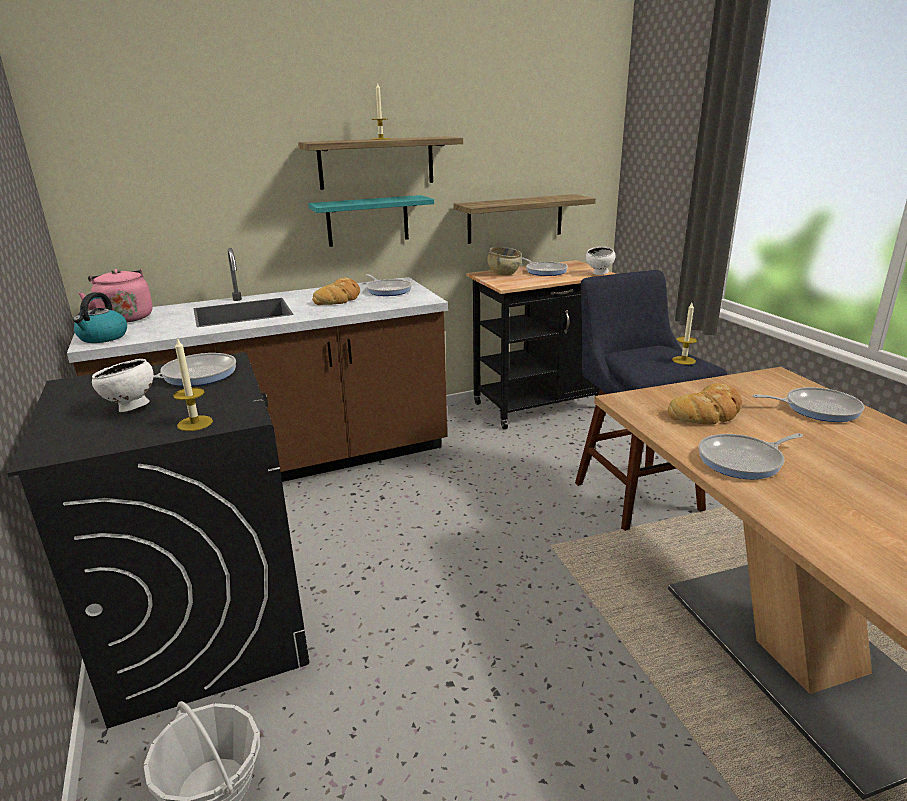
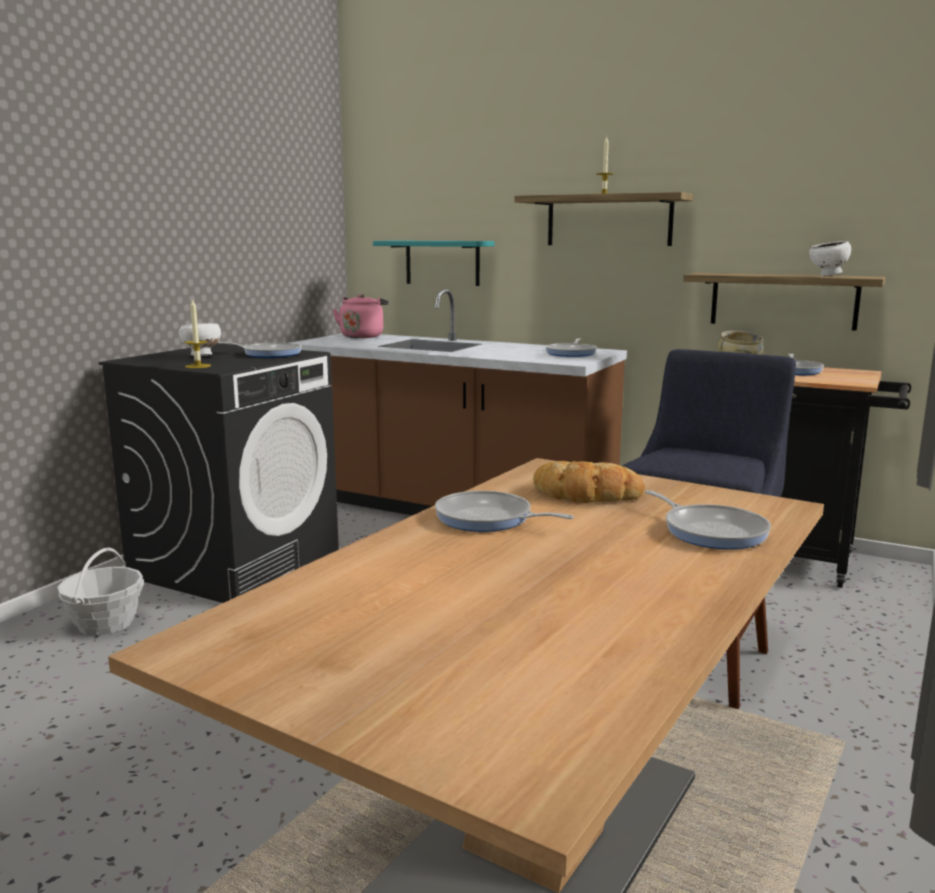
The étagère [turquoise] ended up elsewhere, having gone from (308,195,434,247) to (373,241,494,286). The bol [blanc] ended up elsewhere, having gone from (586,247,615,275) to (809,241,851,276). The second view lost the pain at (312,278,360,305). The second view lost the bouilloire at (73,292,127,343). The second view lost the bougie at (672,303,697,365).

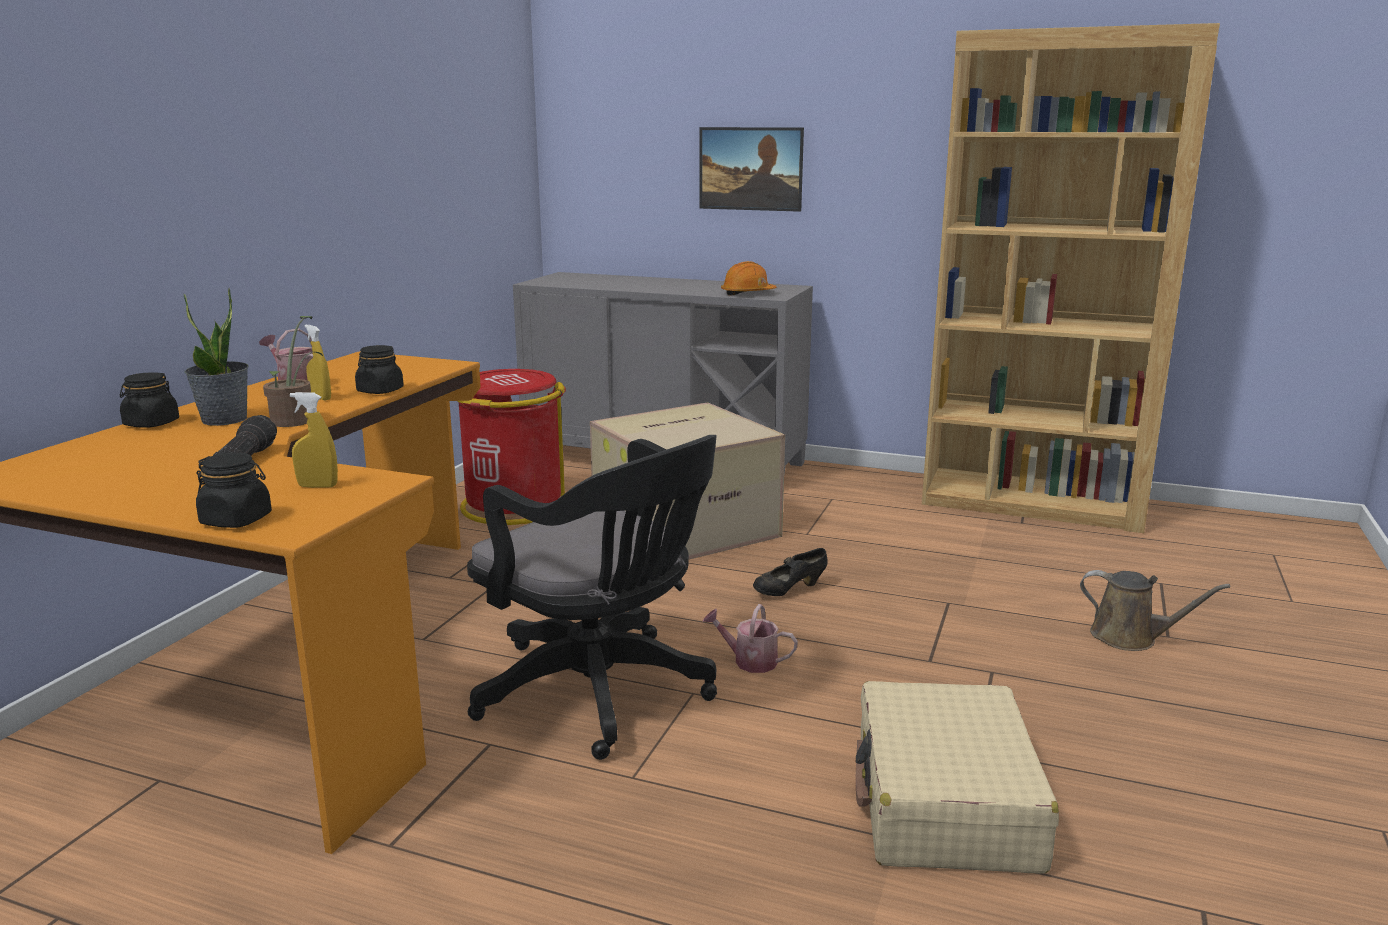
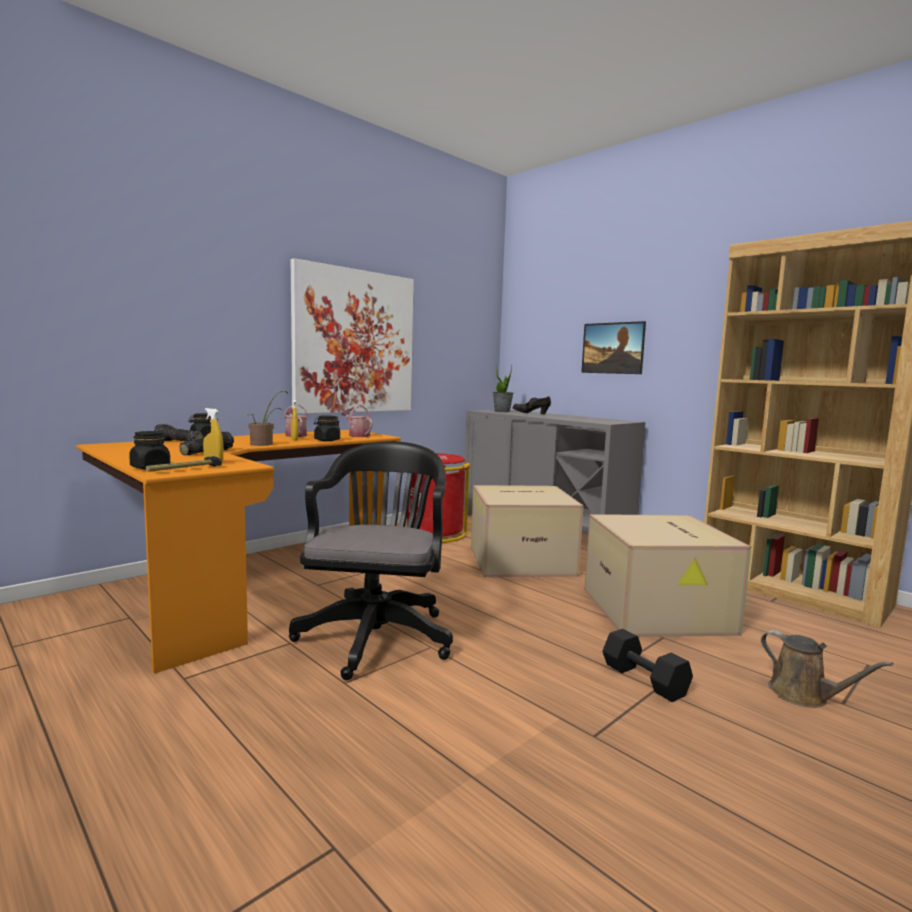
The second view lost the casque de chantier [orange] at (721,261,777,295). The plante en pot ended up elsewhere, having gone from (184,288,249,426) to (493,365,513,412). The chaise de bureau [noir] at (467,435,717,760) ended up facing another way, 150 degrees counterclockwise from before. The chaussure [noir] ended up elsewhere, having gone from (753,548,828,596) to (513,396,551,414). The arrosoir ended up elsewhere, having gone from (703,604,798,673) to (342,406,373,437). The second view lost the valise [beige] at (856,681,1059,874). The second view gained the tableau at (291,258,414,414). The second view gained the lampe de poche at (154,424,204,441). The second view gained the marteau at (146,456,222,472). The second view gained the carton at (585,514,751,637). The second view gained the haltère [noir] at (603,629,693,702).

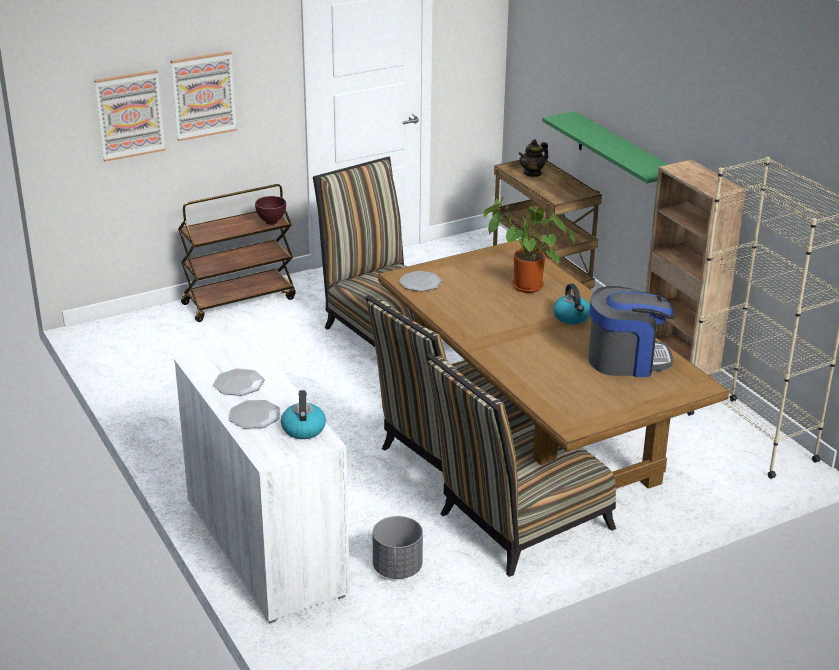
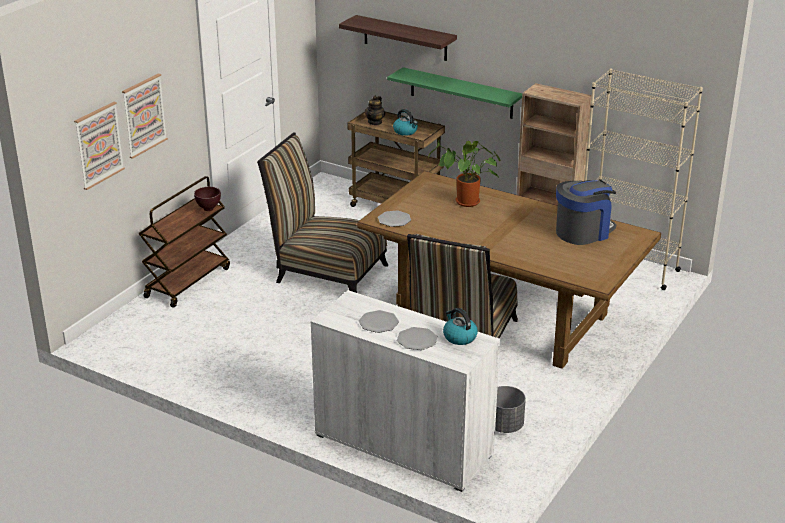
The bouilloire ended up elsewhere, having gone from (553,284,590,324) to (393,109,418,136). The second view lost the chaise at (427,354,616,577). The second view gained the étagère at (339,15,457,61).

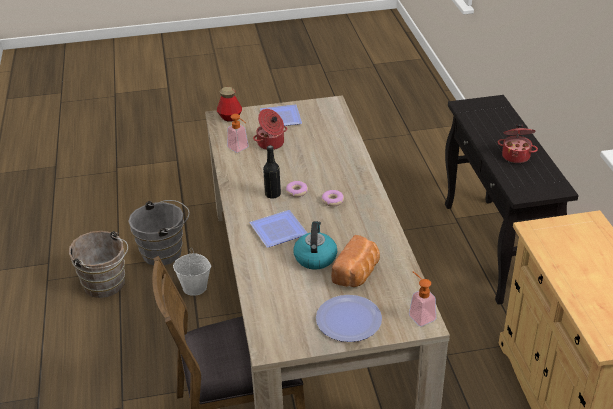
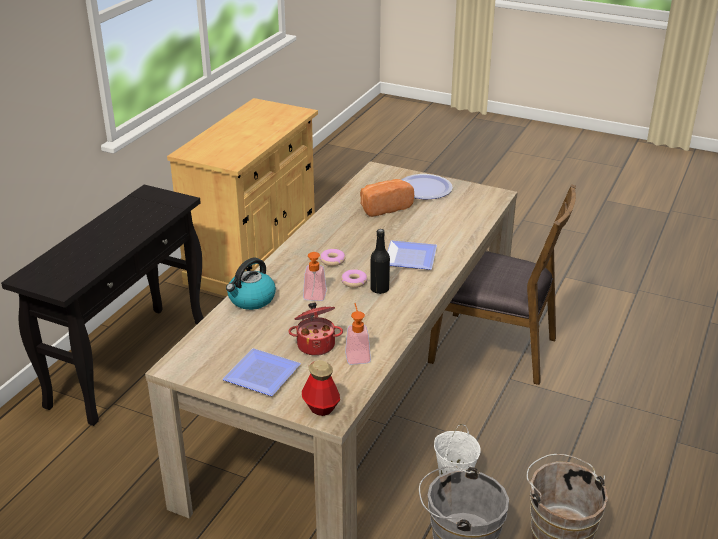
The second view lost the marmite at (498,124,538,163). The bouilloire ended up elsewhere, having gone from (293,221,337,270) to (226,258,276,310). The distributeur de savon ended up elsewhere, having gone from (409,272,436,327) to (303,252,327,301).

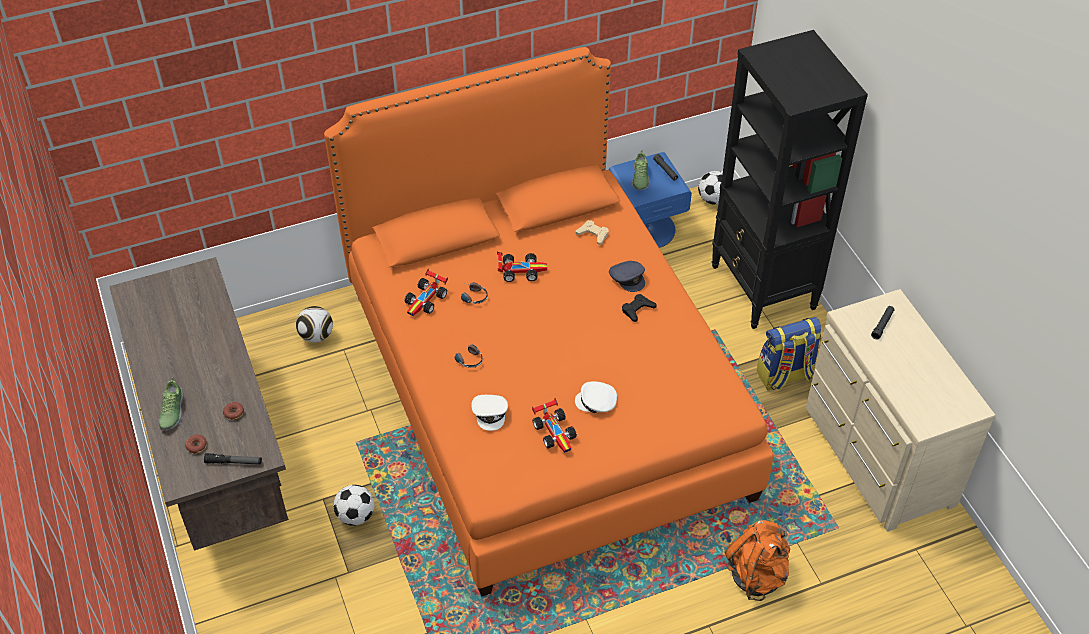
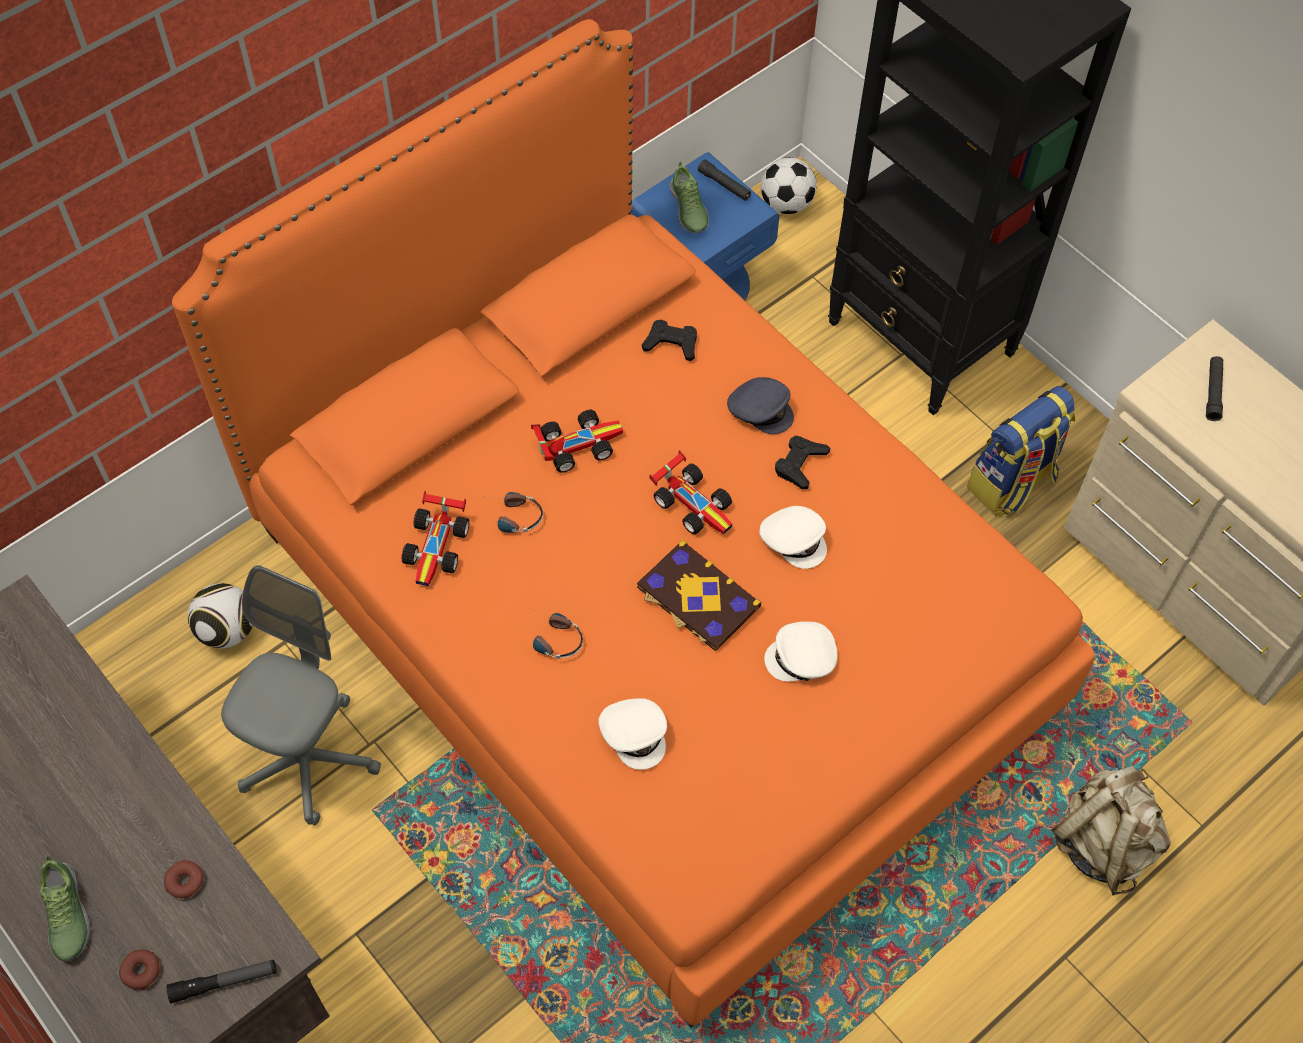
What was the manette [beige] at (576,220,609,245) turned into the manette [noir] at (642,319,697,362). The petite voiture ended up elsewhere, having gone from (532,398,577,453) to (650,450,732,534). The second view lost the ballon de foot at (333,485,374,526). What was the sac à dos [orange] at (725,520,790,601) turned into the sac à dos [beige] at (1051,765,1171,896). The second view gained the casquette [blanc] at (759,506,827,569). The second view gained the livre at (637,540,762,651). The second view gained the chaise de bureau [gris] at (221,565,381,826).

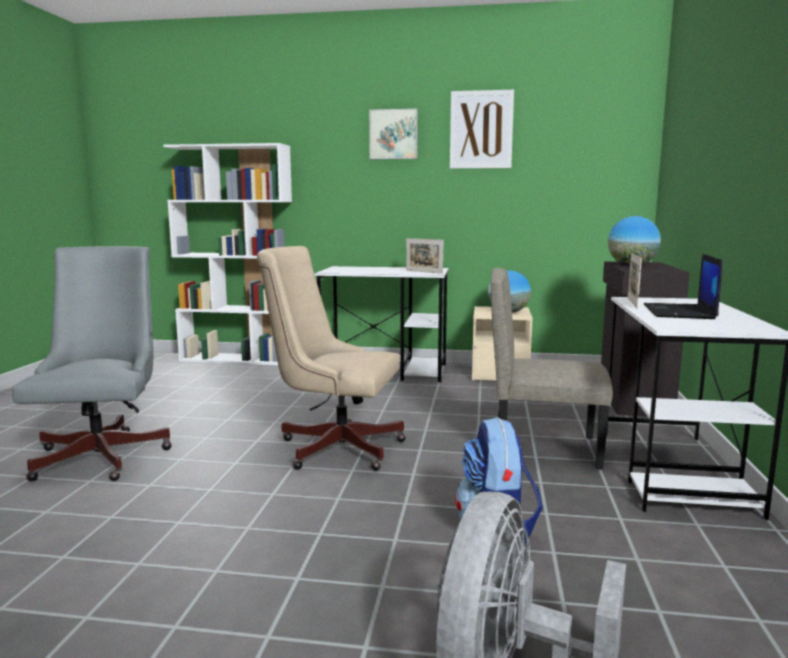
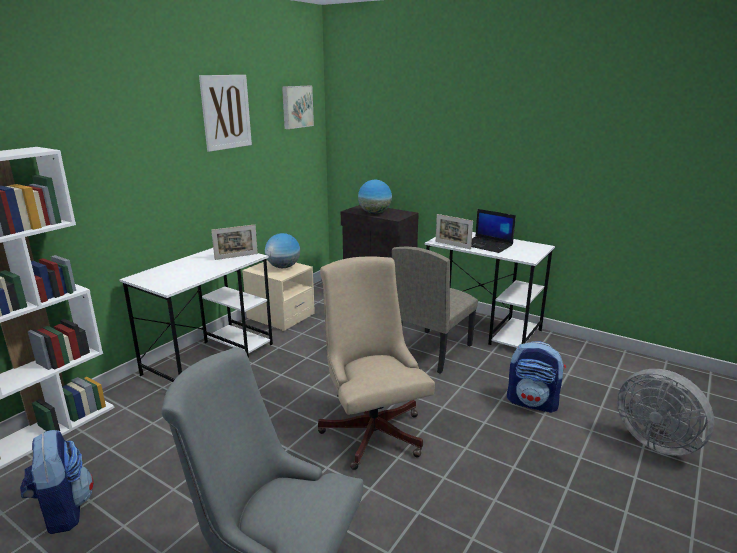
The tableau ended up elsewhere, having gone from (369,109,418,159) to (282,86,314,129). The chaise de bureau [beige] at (257,246,406,470) ended up facing another way, 120 degrees clockwise from before. The second view gained the sac à dos at (20,430,94,534).

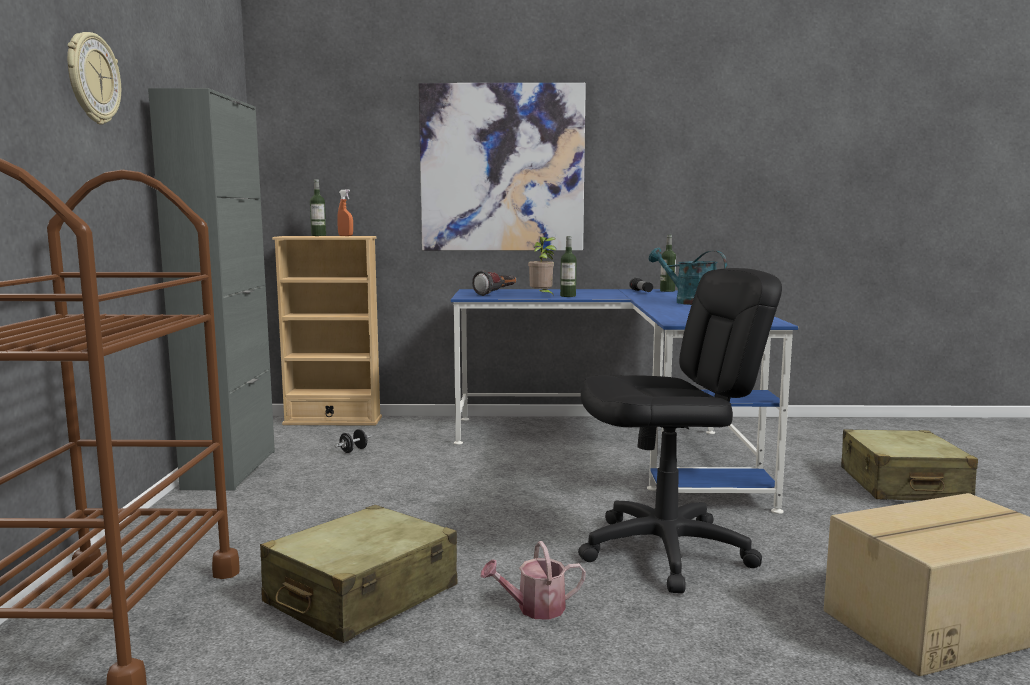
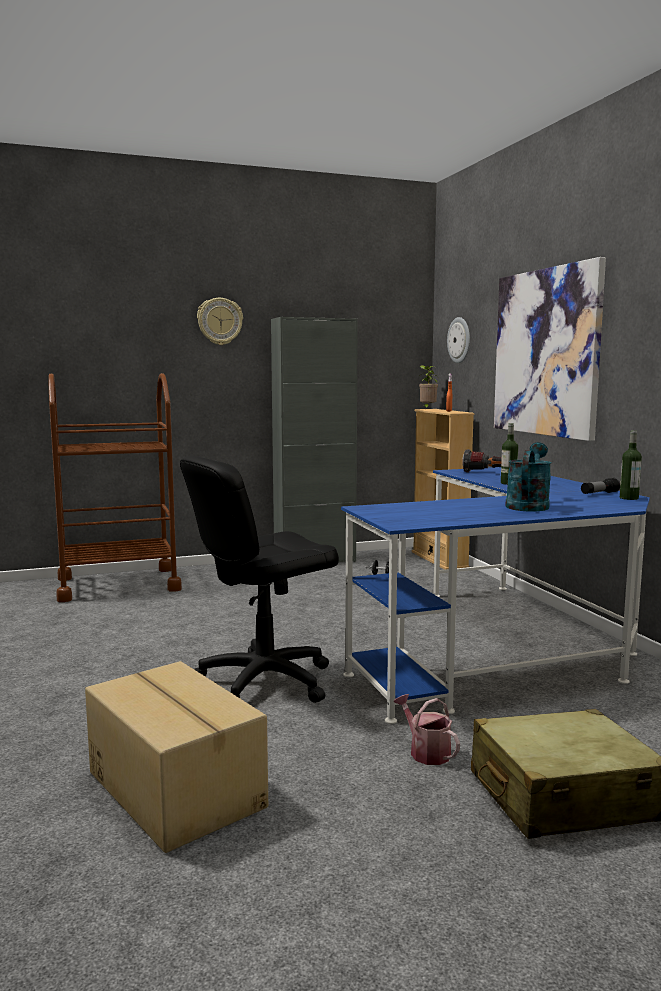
The second view lost the bouteille at (310,179,326,236). The plante en pot ended up elsewhere, having gone from (528,236,556,296) to (419,365,438,409). The chaise de bureau [noir] at (578,268,782,593) ended up facing another way, 90 degrees clockwise from before. The second view lost the valise [beige] at (260,505,457,643). The arrosoir ended up elsewhere, having gone from (481,541,586,620) to (394,694,460,765). The second view gained the horloge murale at (447,317,470,363).

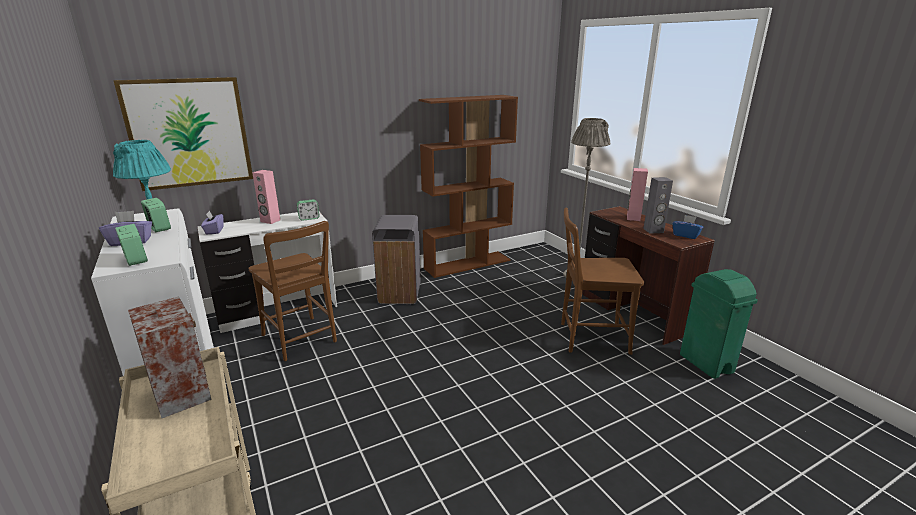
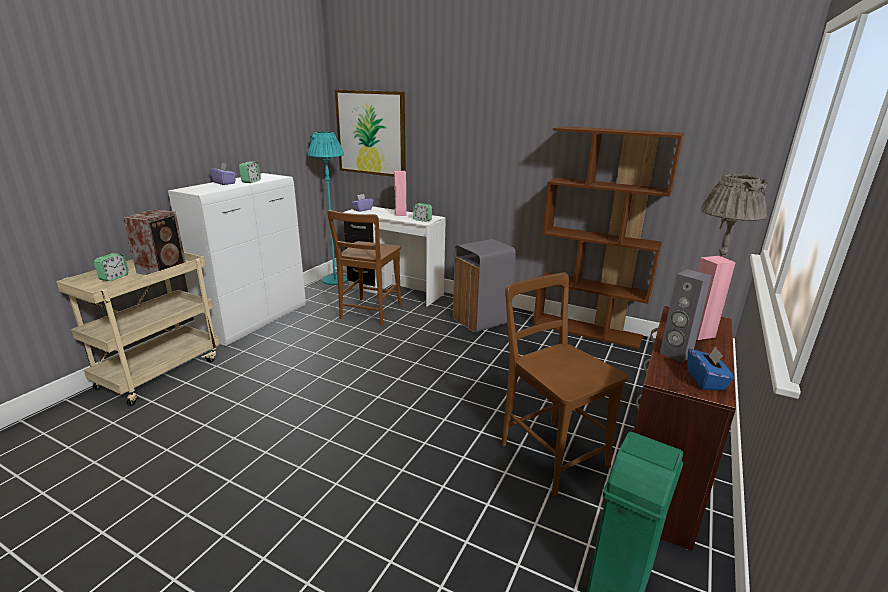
The réveil ended up elsewhere, having gone from (115,224,148,266) to (94,253,129,281).

